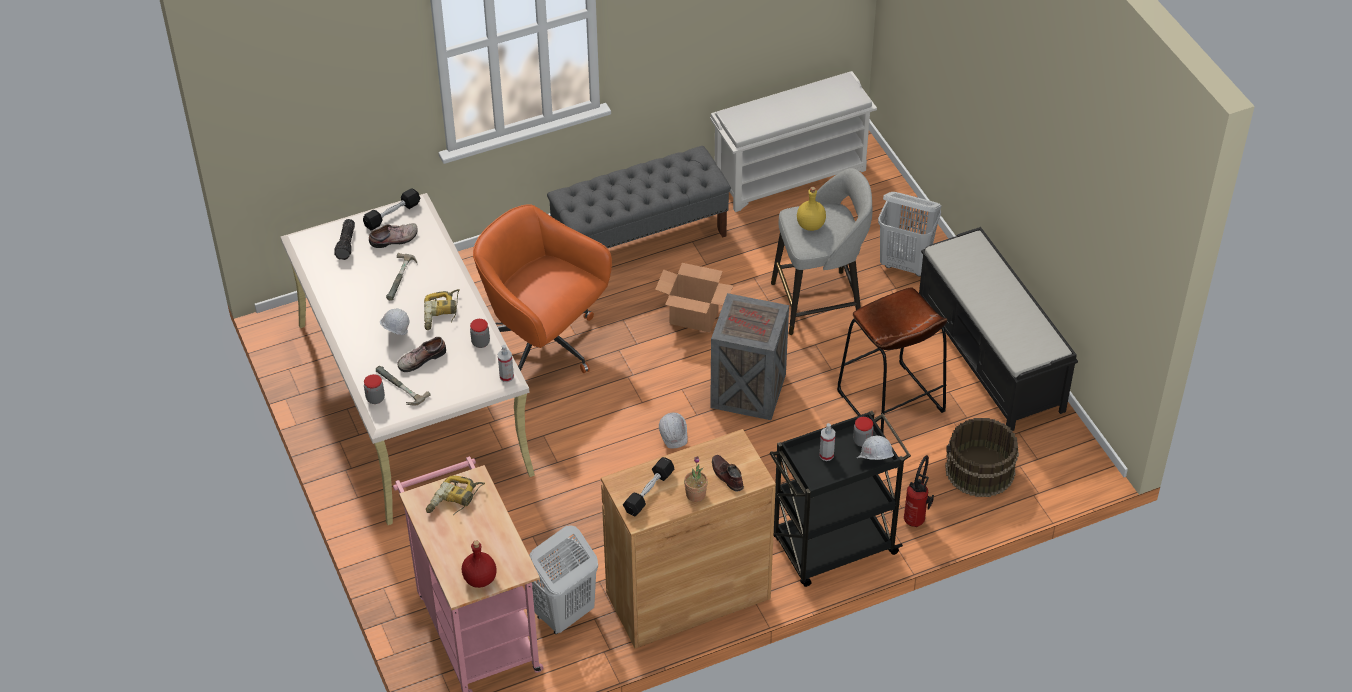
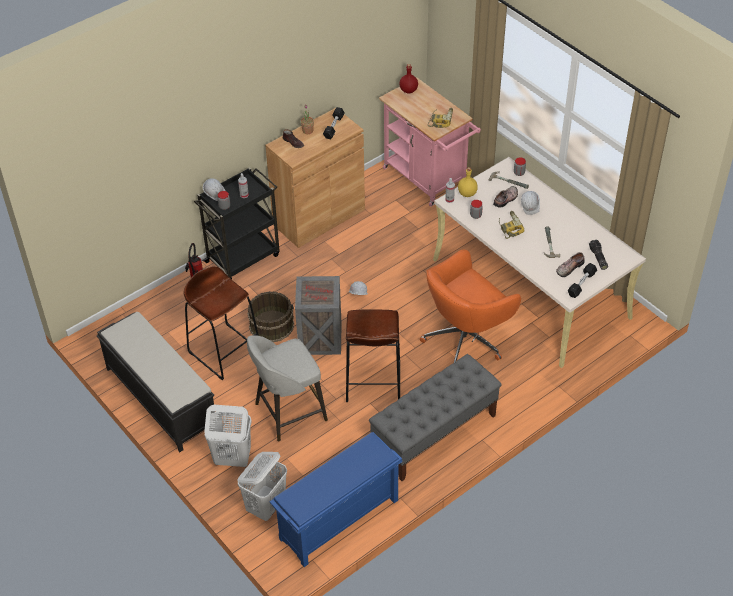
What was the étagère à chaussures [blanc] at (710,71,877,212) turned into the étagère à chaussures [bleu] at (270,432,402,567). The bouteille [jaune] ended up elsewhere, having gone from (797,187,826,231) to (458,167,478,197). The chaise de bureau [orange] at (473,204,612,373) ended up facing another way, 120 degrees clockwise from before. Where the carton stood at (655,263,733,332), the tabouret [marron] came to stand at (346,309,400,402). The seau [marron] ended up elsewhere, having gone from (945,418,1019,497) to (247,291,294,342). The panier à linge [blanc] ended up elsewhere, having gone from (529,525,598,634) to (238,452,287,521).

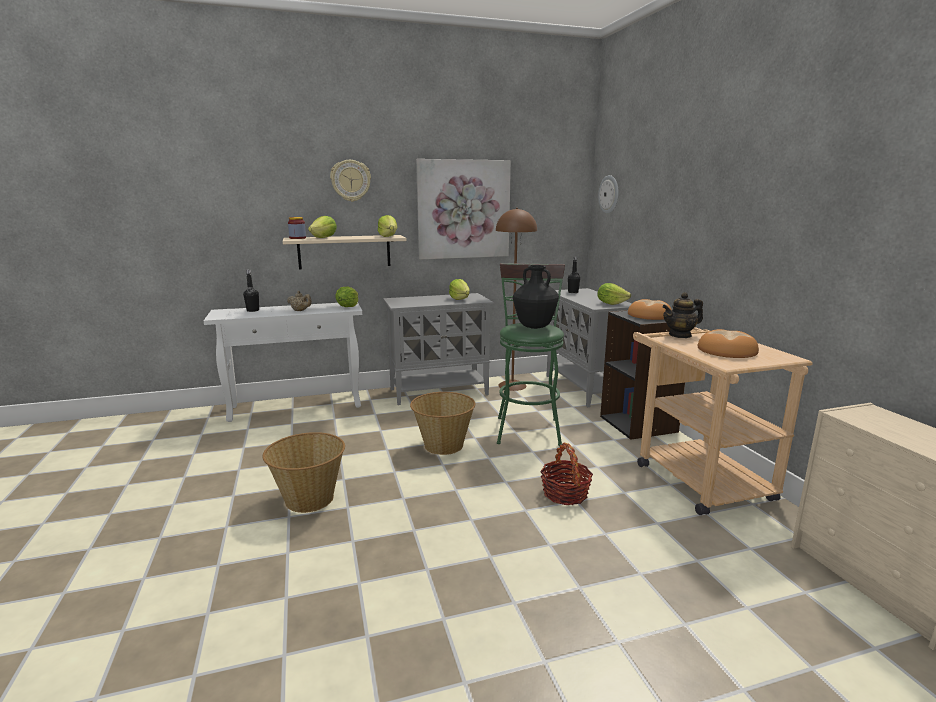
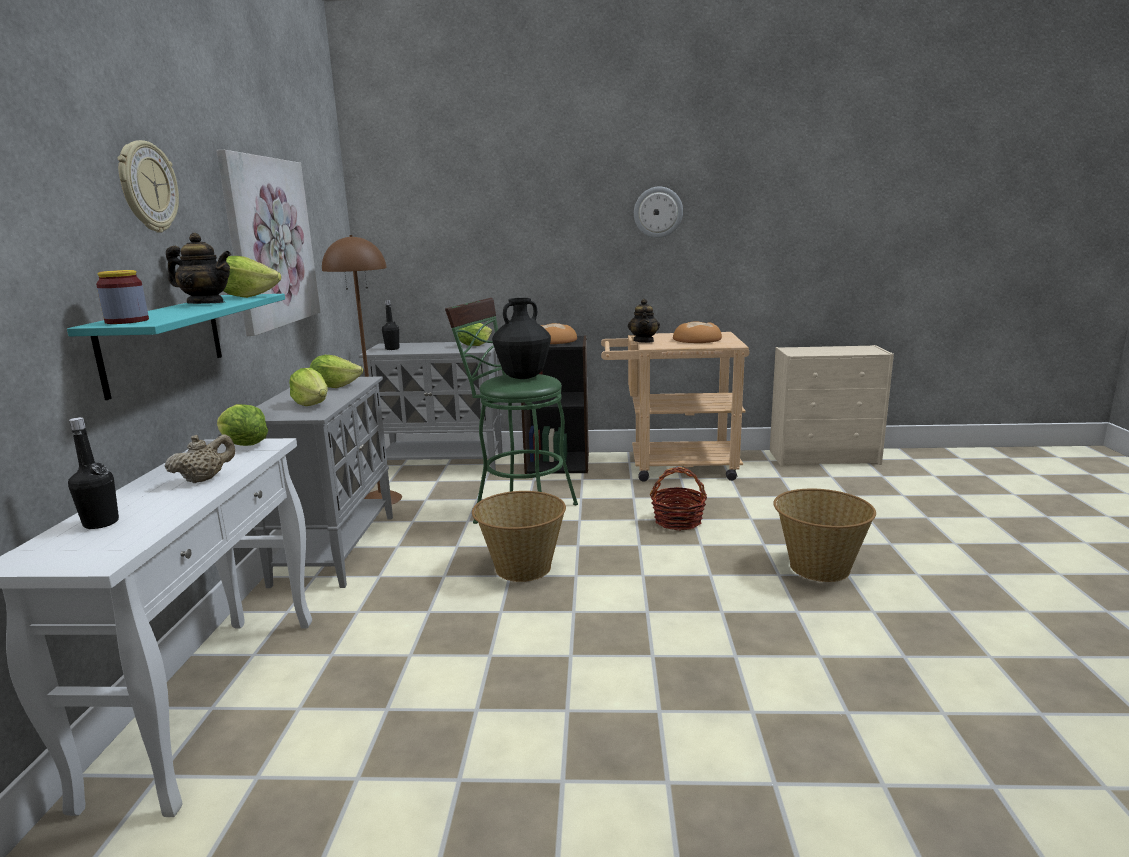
The horloge murale ended up elsewhere, having gone from (598,175,619,214) to (634,187,683,238). The laitue ended up elsewhere, having gone from (308,216,337,238) to (289,368,328,406). What was the étagère [beige] at (283,235,407,270) turned into the étagère [turquoise] at (67,294,285,400). The panier ended up elsewhere, having gone from (263,432,345,513) to (773,489,876,582). The second view gained the théière at (166,233,231,304).

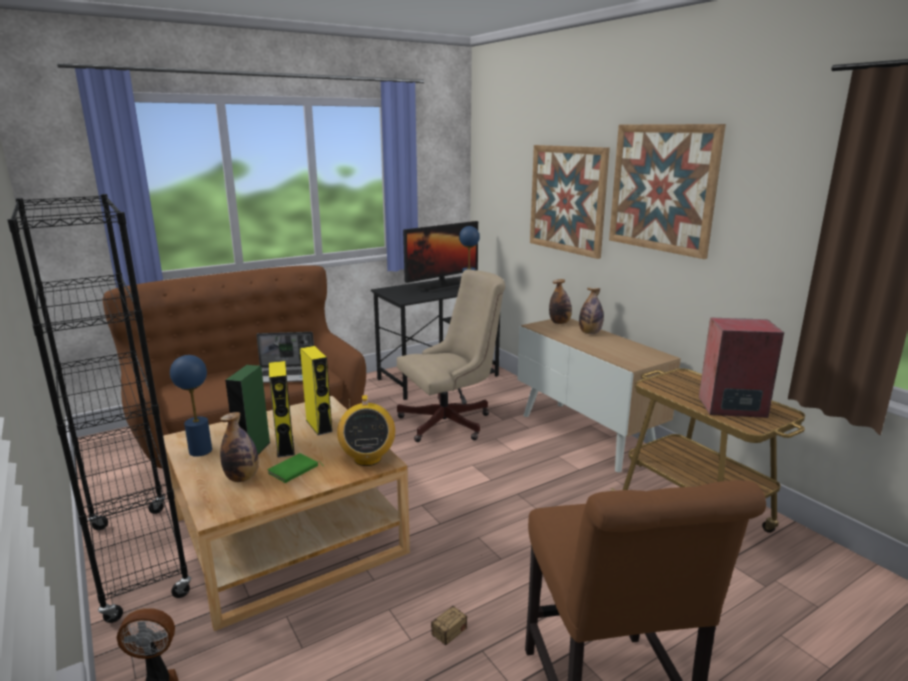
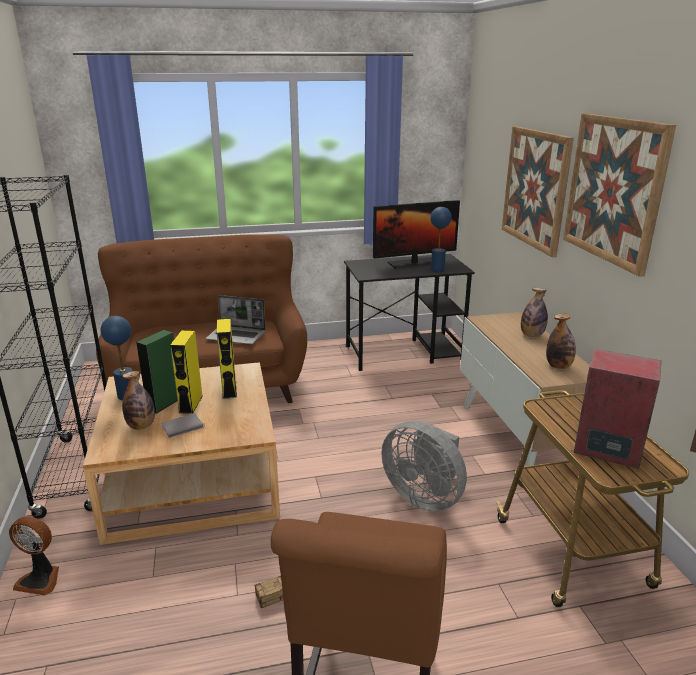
The second view lost the chaise de bureau [beige] at (397,269,505,442). The bouteille ended up elsewhere, having gone from (549,279,572,324) to (546,314,576,369). The second view lost the radio at (337,395,395,466). What was the livre [vert] at (268,453,323,483) turned into the livre [gris] at (161,413,206,438). The second view gained the ventilateur [gris] at (381,421,467,512).

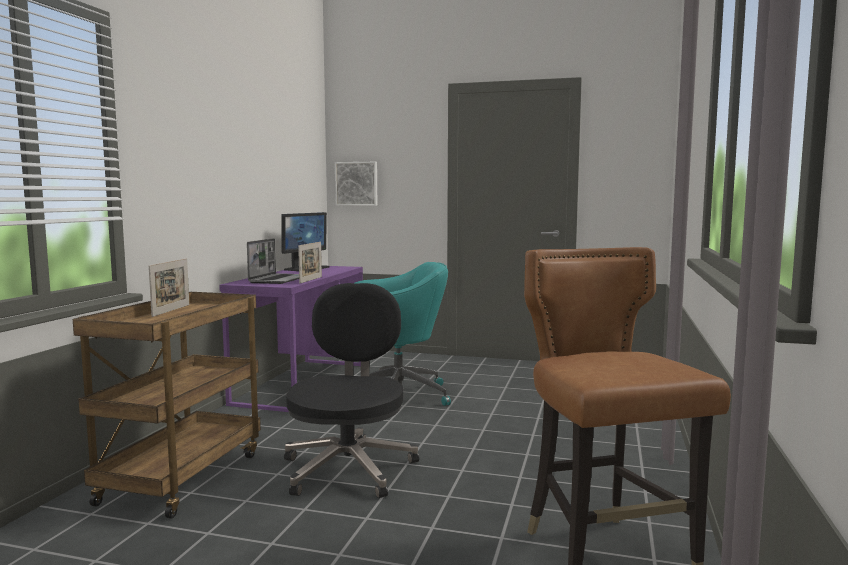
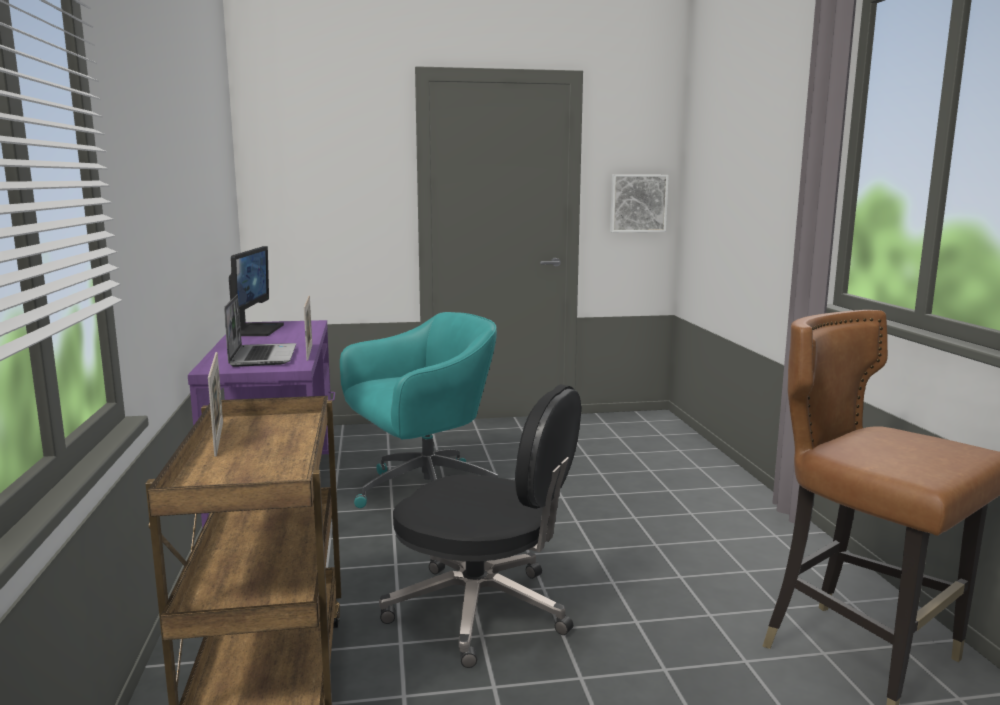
The tableau ended up elsewhere, having gone from (335,162,377,206) to (610,174,669,232). The chaise de bureau [noir] at (284,283,419,498) ended up facing another way, 135 degrees clockwise from before.

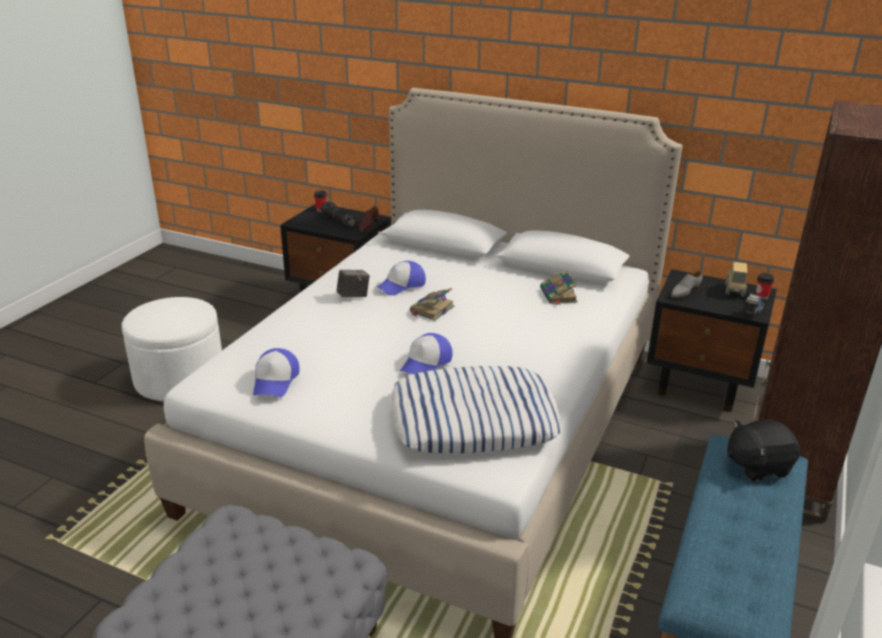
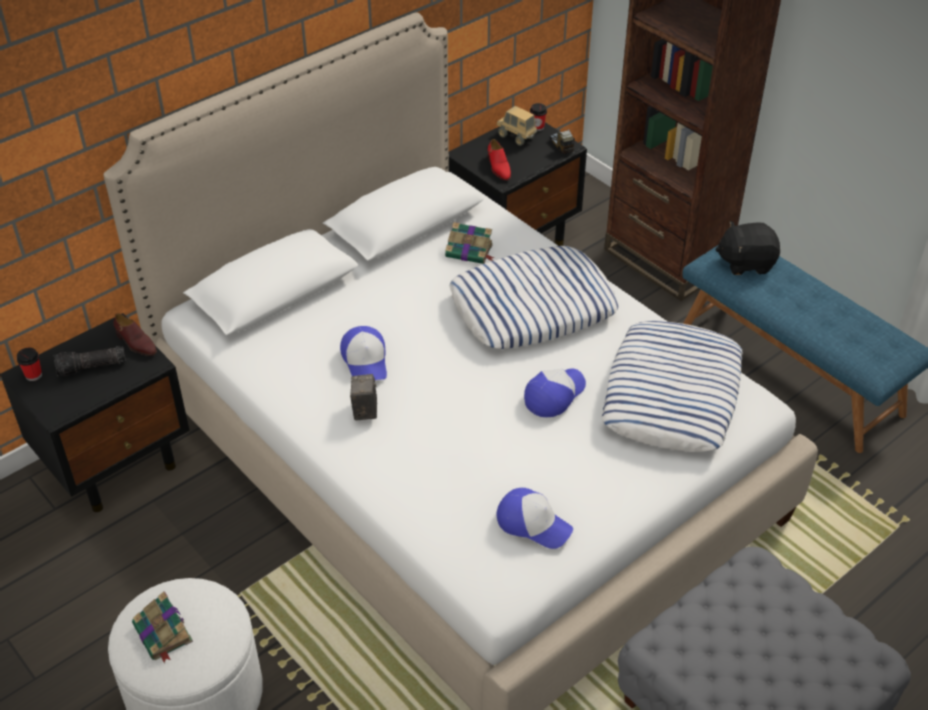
What was the chaussure [gris] at (671,271,703,298) turned into the chaussure [rouge] at (488,139,511,180). The livre ended up elsewhere, having gone from (410,288,455,321) to (132,591,193,663). The casquette at (400,333,453,374) ended up facing another way, 105 degrees counterclockwise from before. The peluche [noir] at (727,419,801,482) ended up facing another way, 75 degrees clockwise from before. The second view gained the coussin at (450,246,619,349).

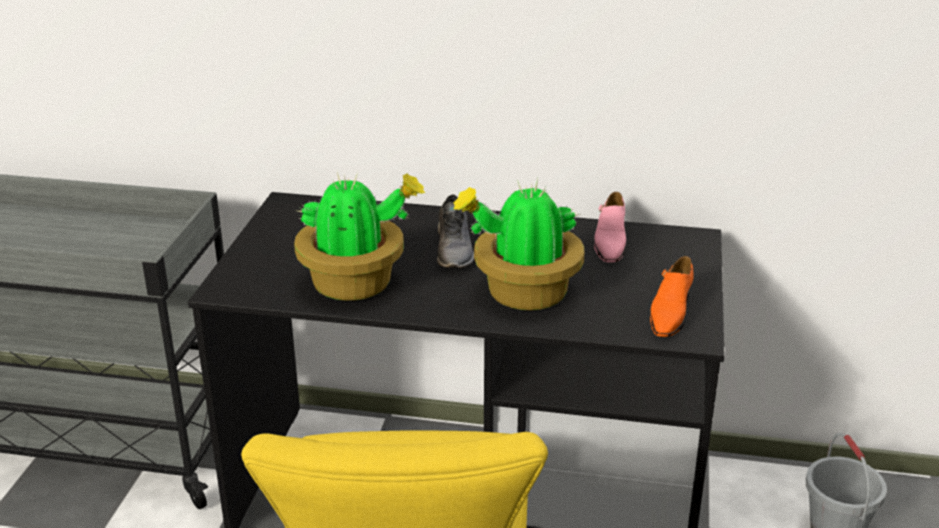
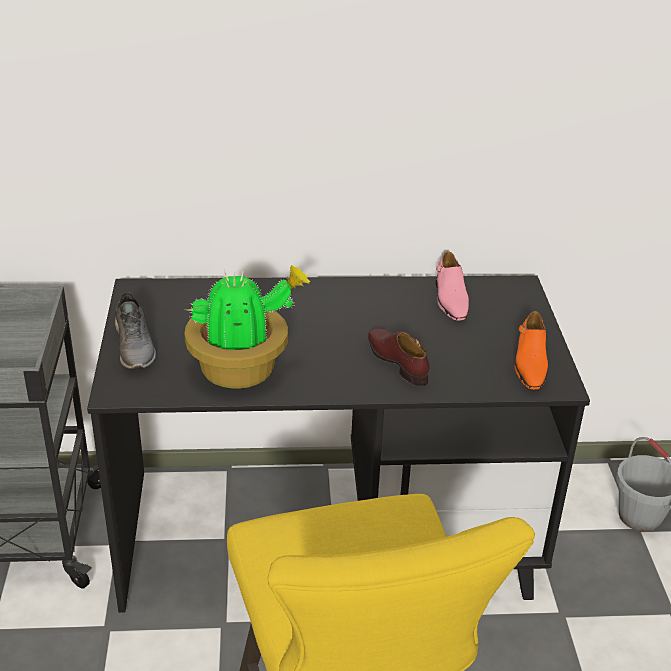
Where the plante en pot stood at (453,178,584,310), the chaussure [marron] came to stand at (368,329,429,386). The chaussure [gris] ended up elsewhere, having gone from (437,195,474,268) to (115,292,156,369).

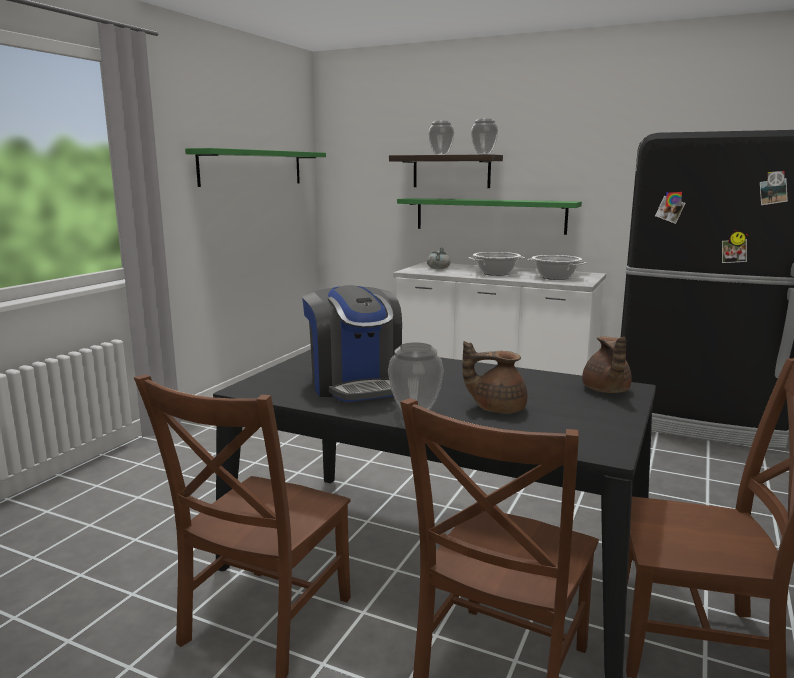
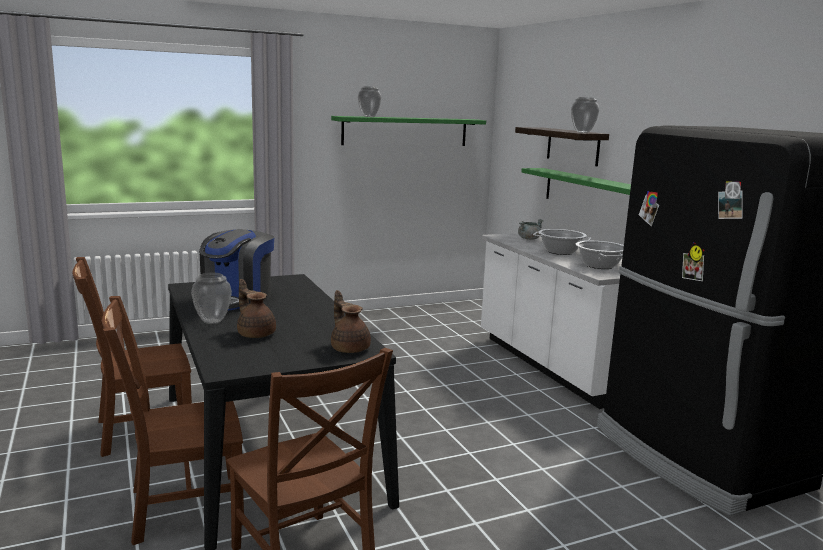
The vase ended up elsewhere, having gone from (428,121,454,155) to (358,86,381,117). The théière [marron] at (582,336,632,393) ended up facing another way, 105 degrees clockwise from before.

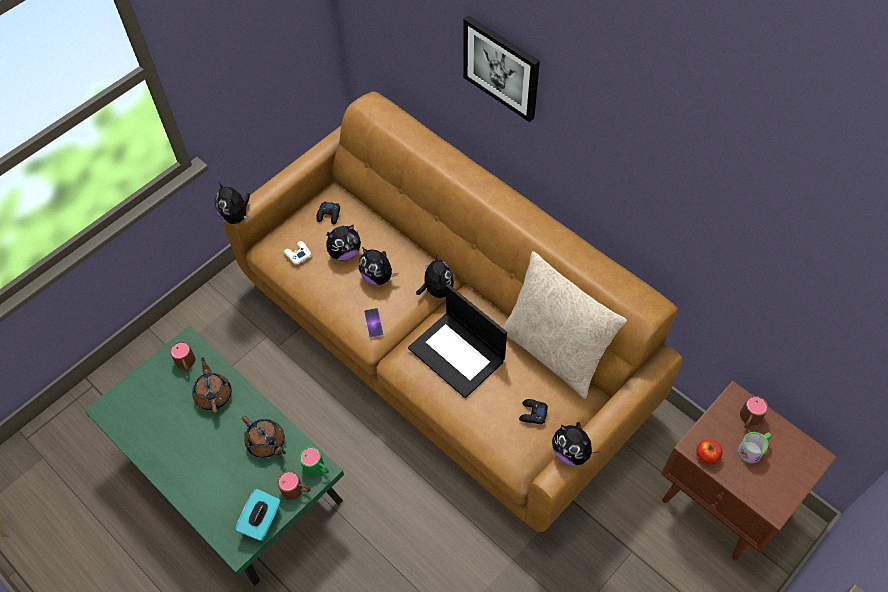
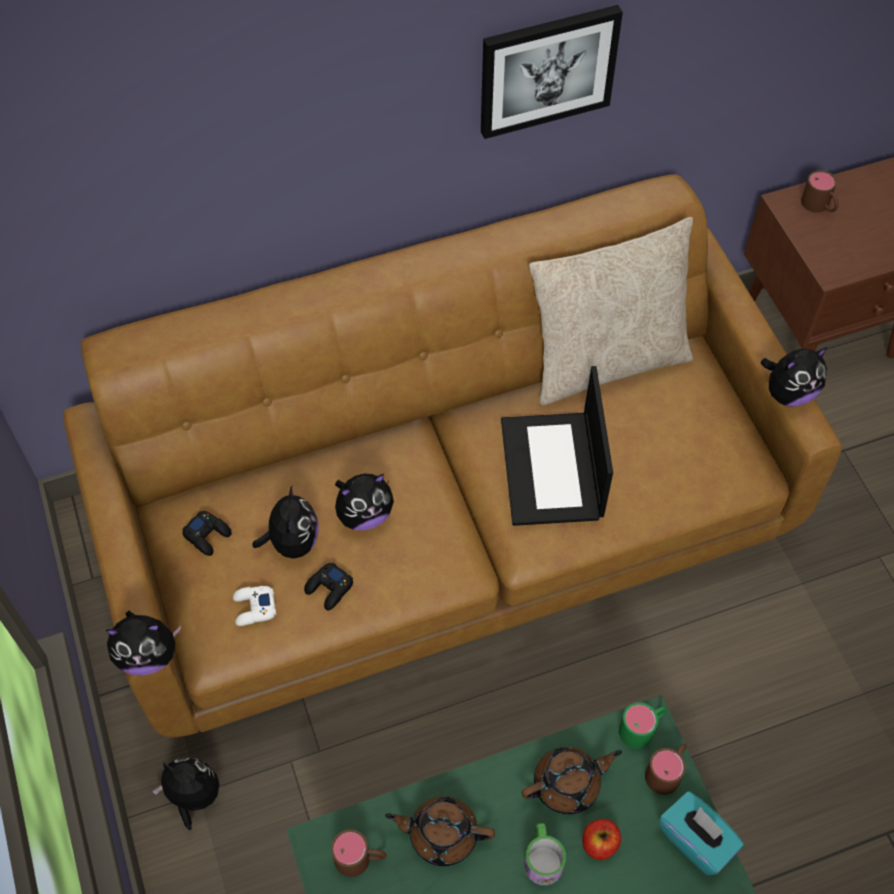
The tableau ended up elsewhere, having gone from (463,15,540,122) to (481,5,623,139). The peluche ended up elsewhere, having gone from (416,254,454,298) to (152,757,219,830). The ordinateur portable at (408,284,507,398) ended up facing another way, 105 degrees clockwise from before. The second view lost the téléphone at (364,308,384,338). The manette [noir] ended up elsewhere, having gone from (519,399,548,424) to (304,562,353,611). The mug ended up elsewhere, having gone from (738,432,772,463) to (524,823,566,886). The pomme ended up elsewhere, having gone from (697,439,722,463) to (582,819,621,860).

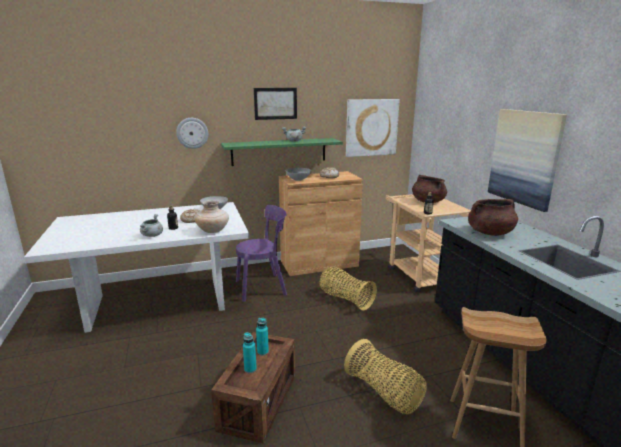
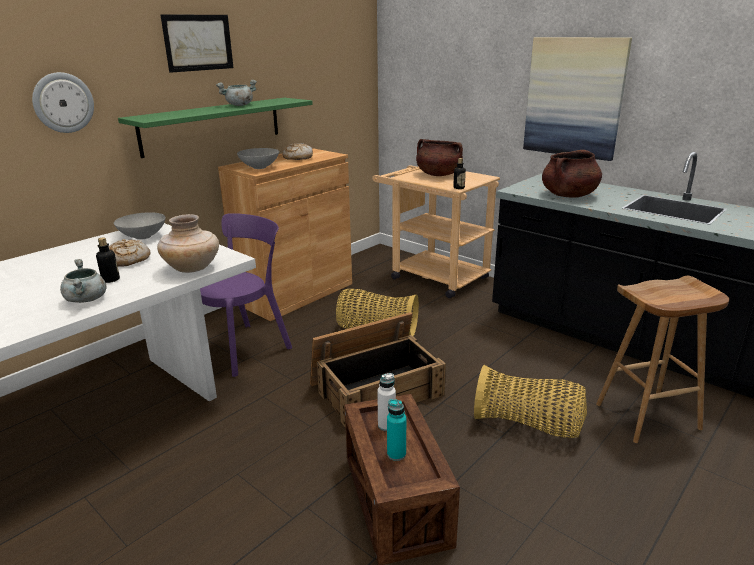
The second view lost the tableau at (346,99,400,157). What was the bouteille [turquoise] at (256,318,269,355) turned into the bouteille [blanc] at (377,373,396,431). The second view gained the caisse at (310,312,446,428).

